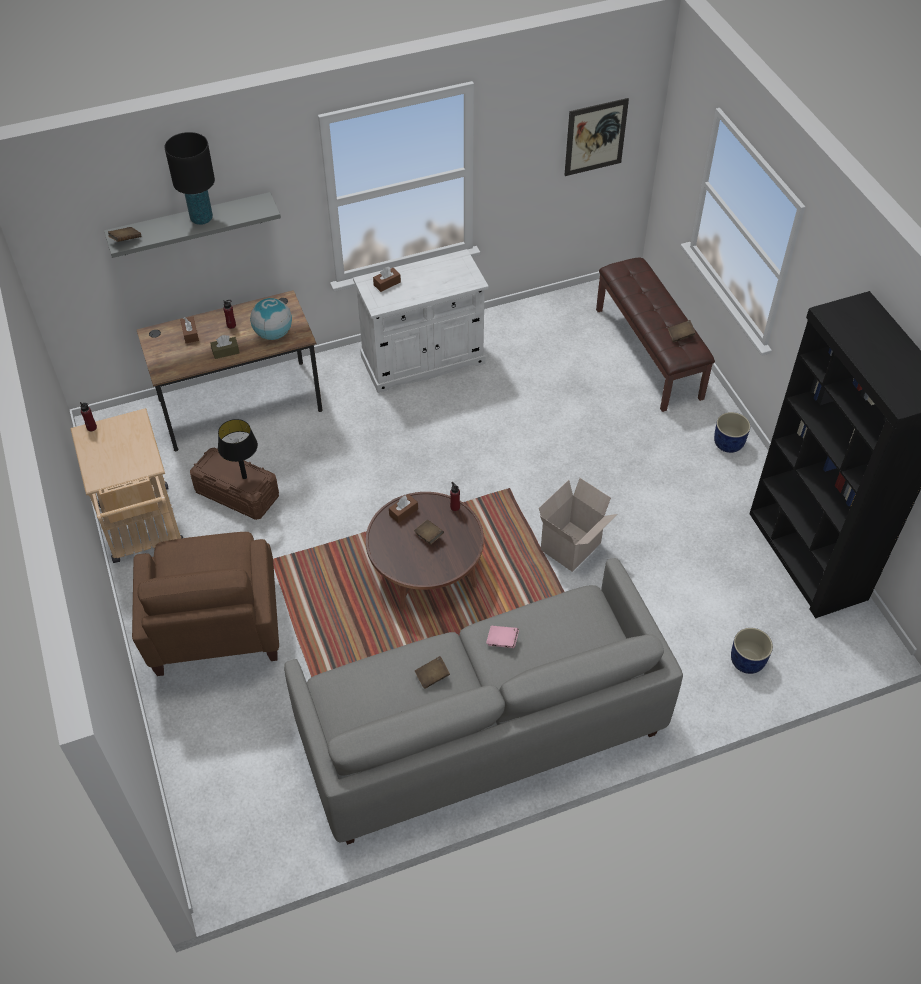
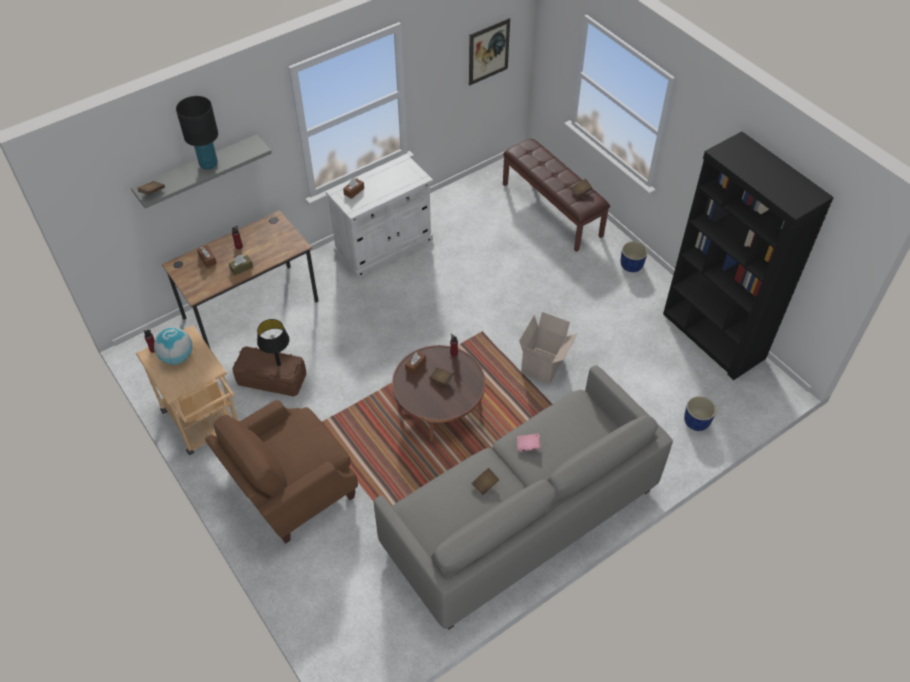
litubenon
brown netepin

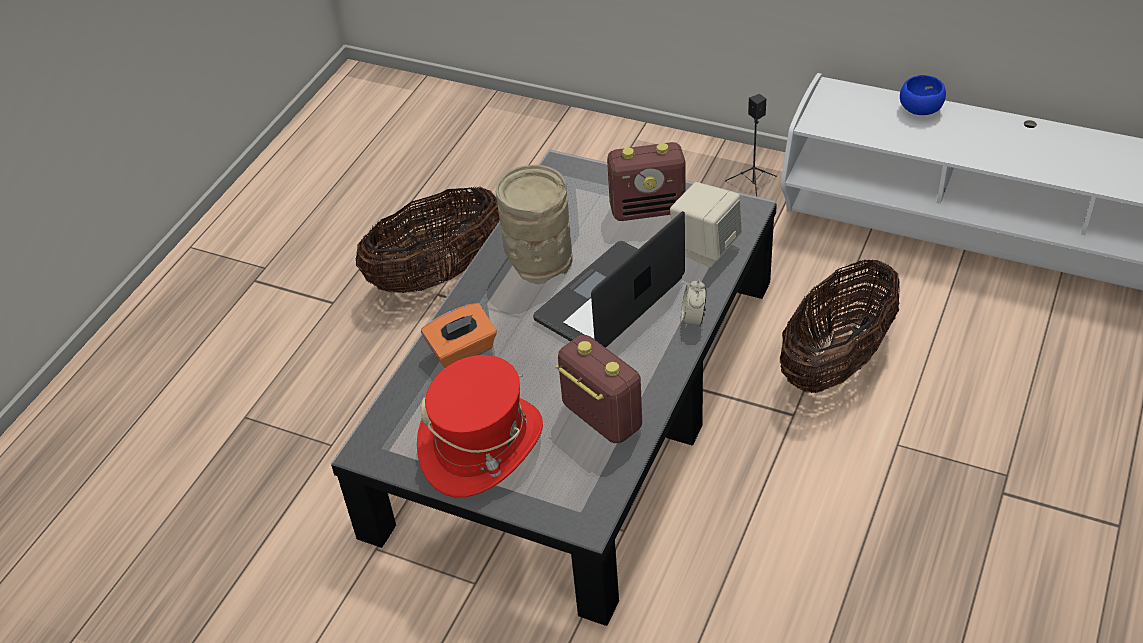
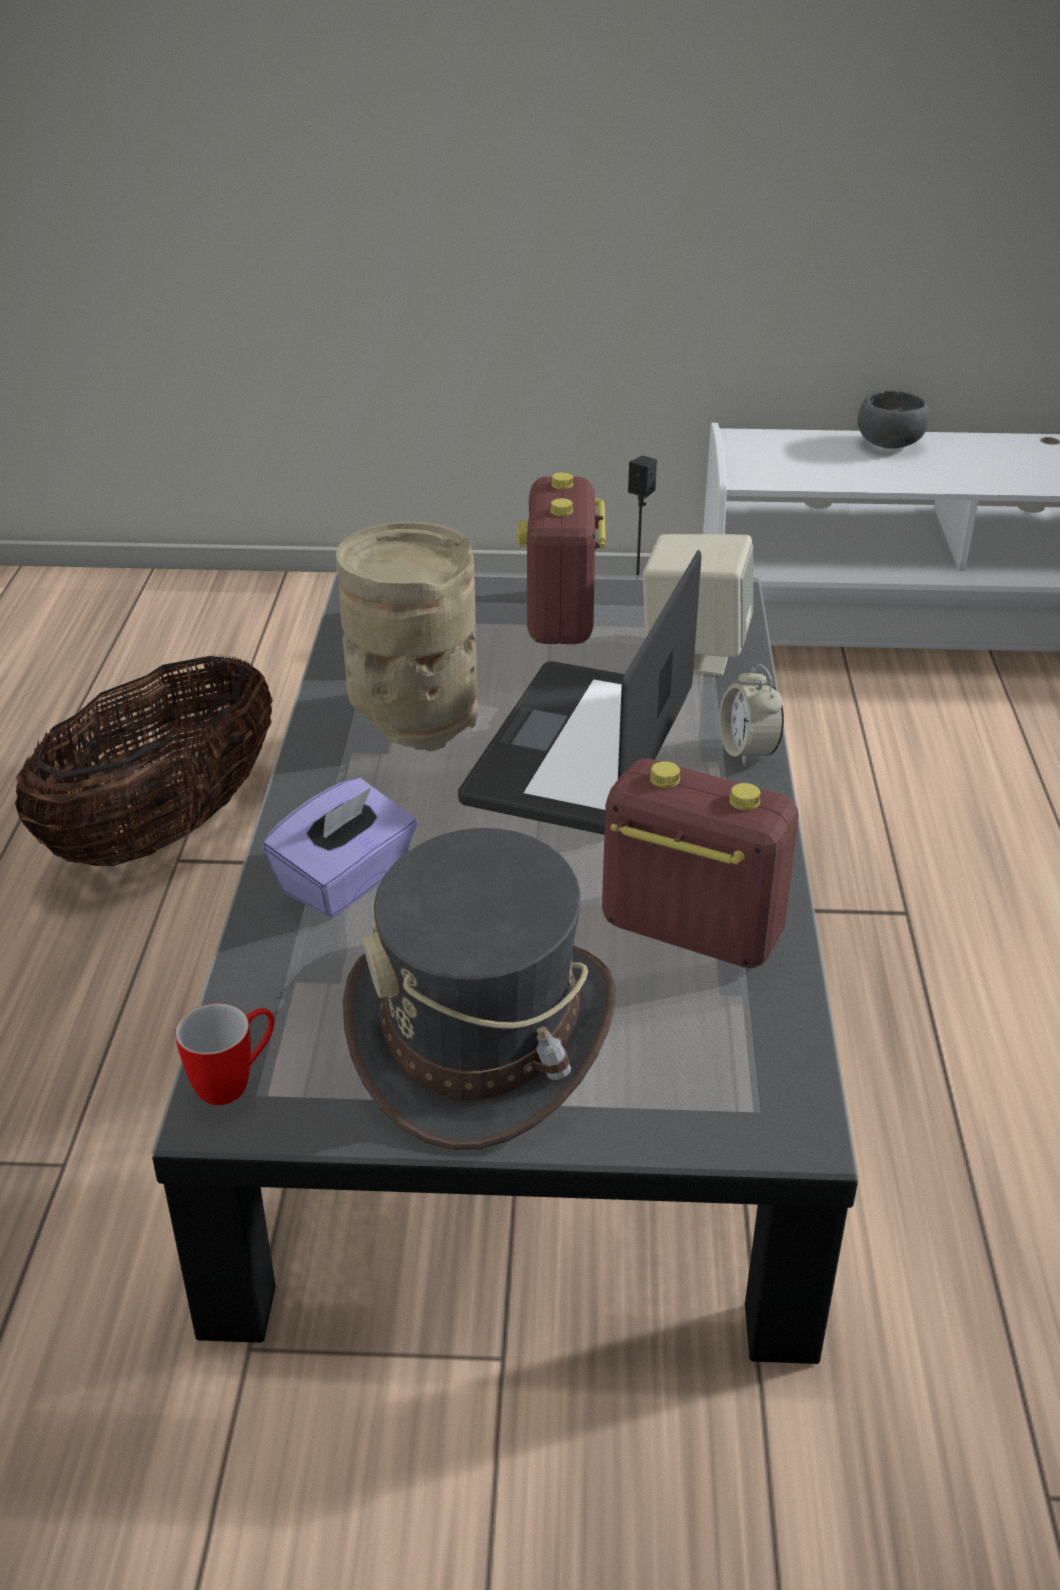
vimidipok (2nd from left in the first image)
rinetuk
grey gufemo
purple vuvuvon
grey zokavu
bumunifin (1st from left)

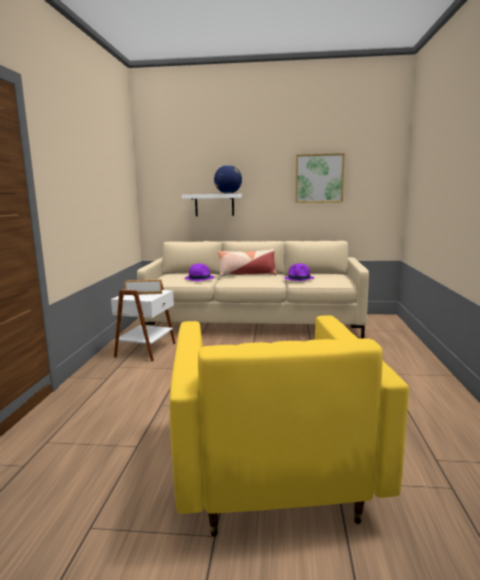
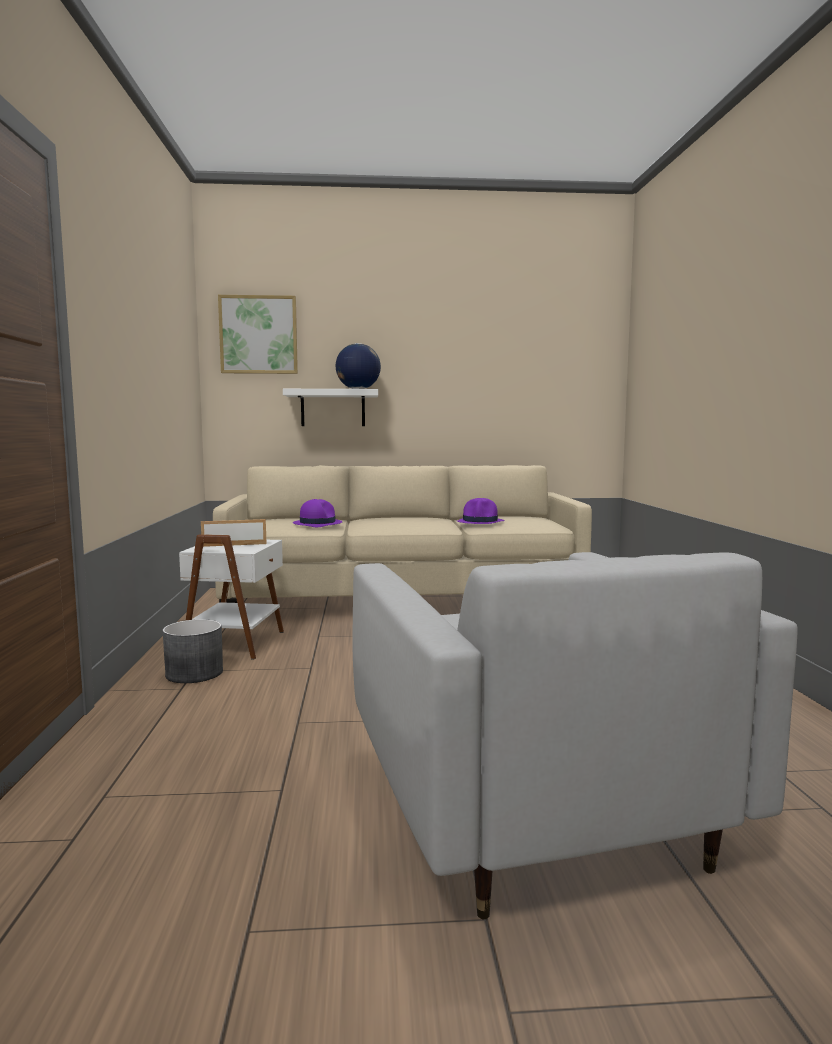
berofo
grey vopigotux
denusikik
white netepin

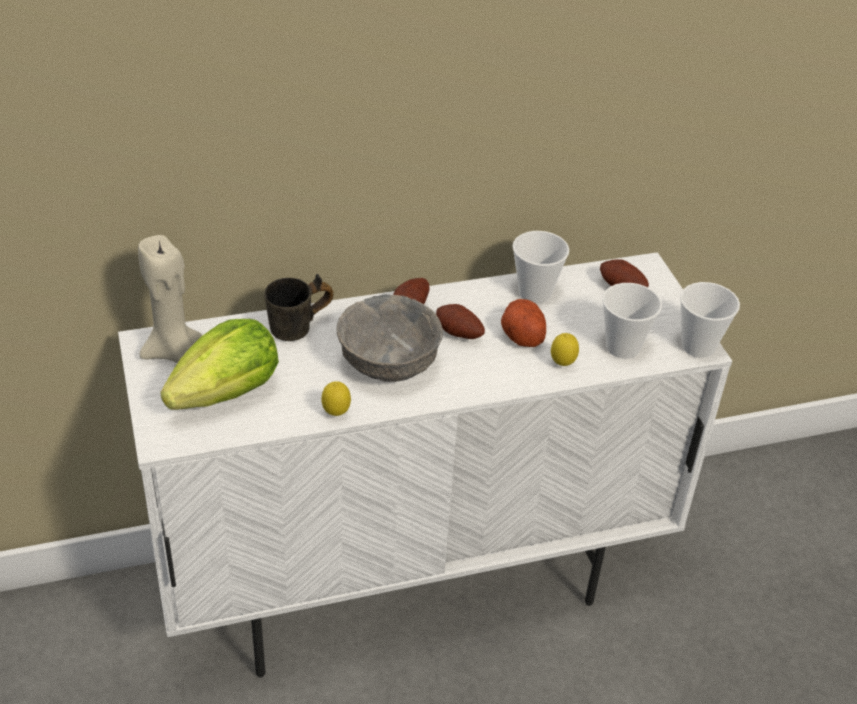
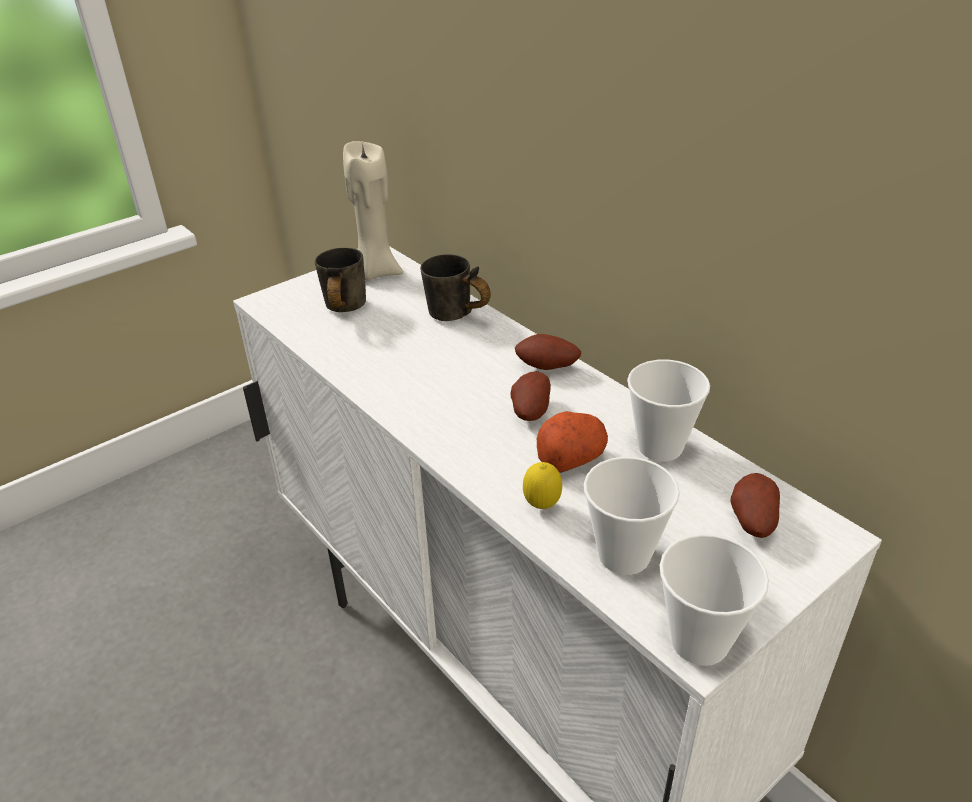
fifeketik (1st from left in the first image)
grey zokavu
grey rinetuk (1st from left)

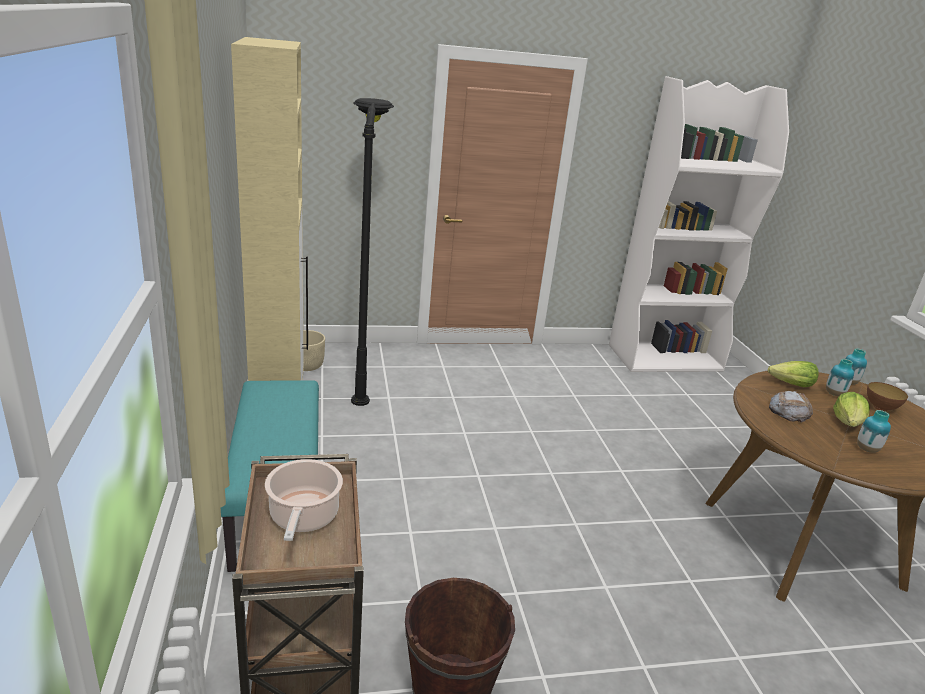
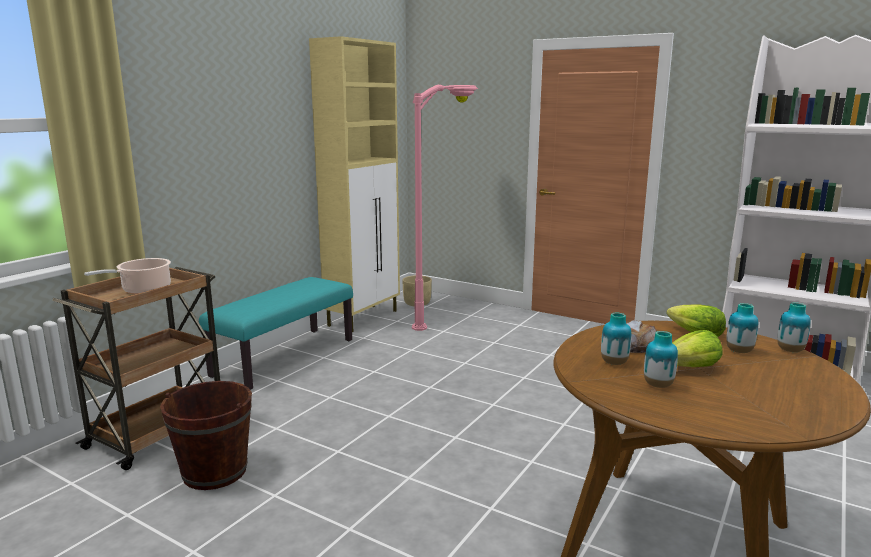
zokavu
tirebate (1st from left)
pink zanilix

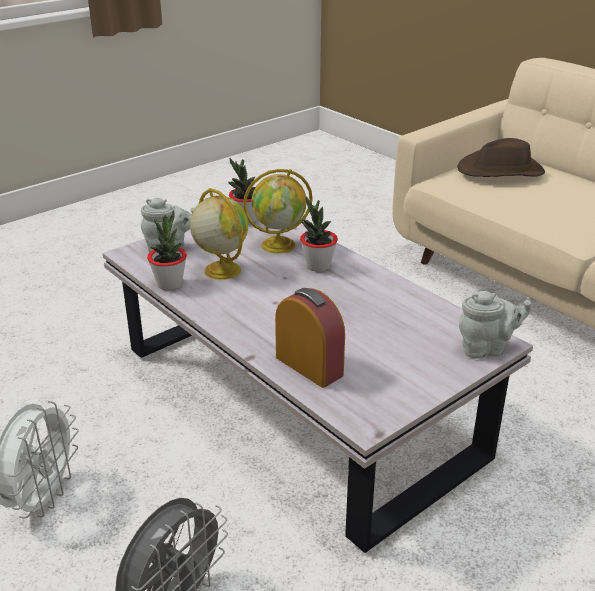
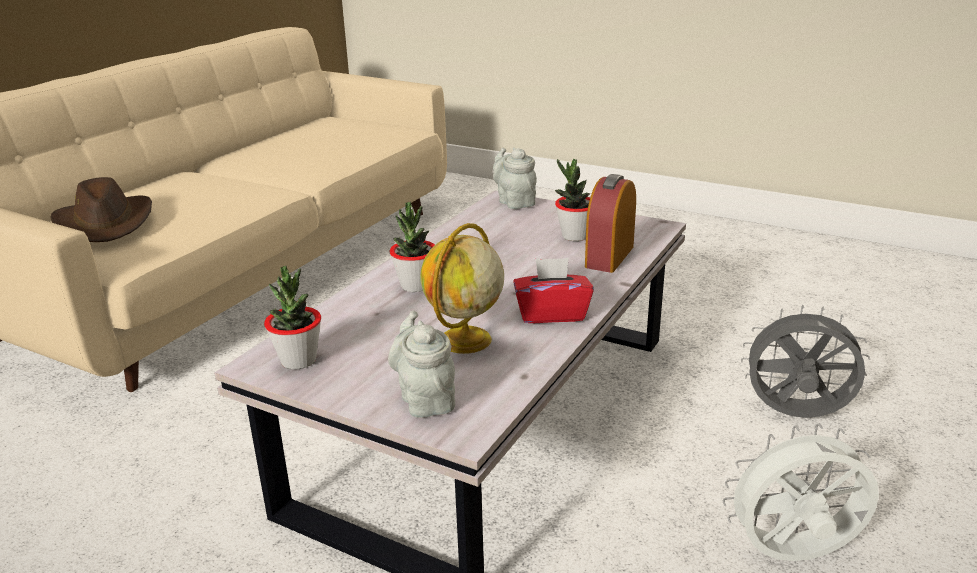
litubenon (2nd from left in the first image)
red vuvuvon
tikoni (3rd from left)

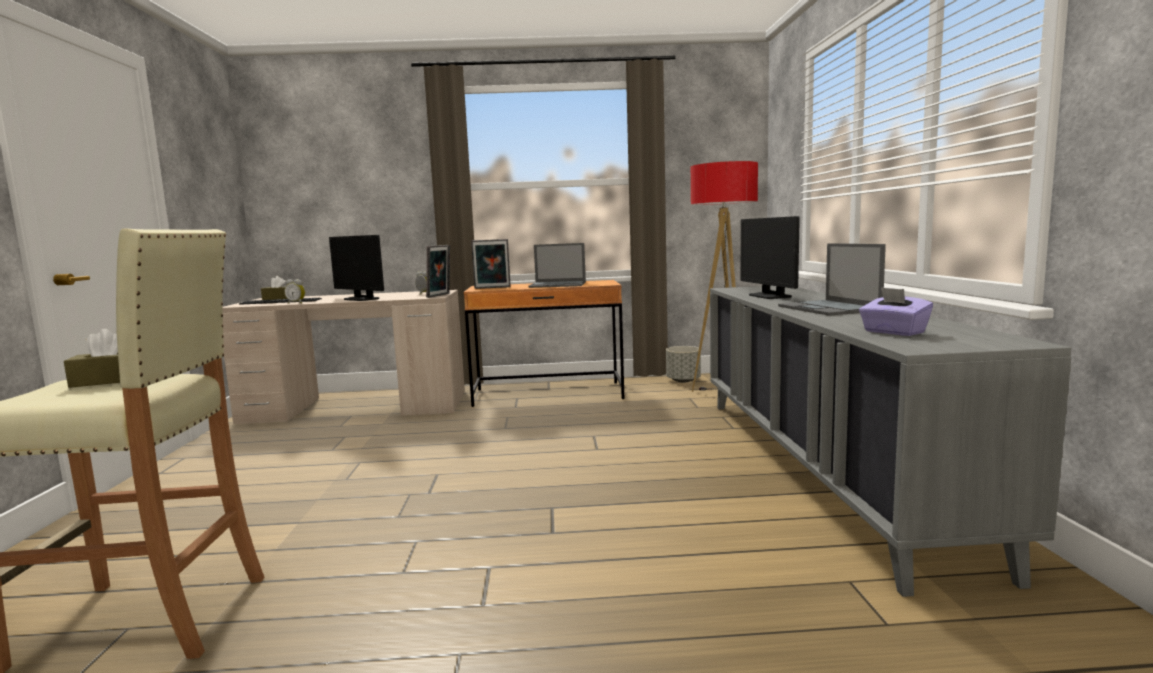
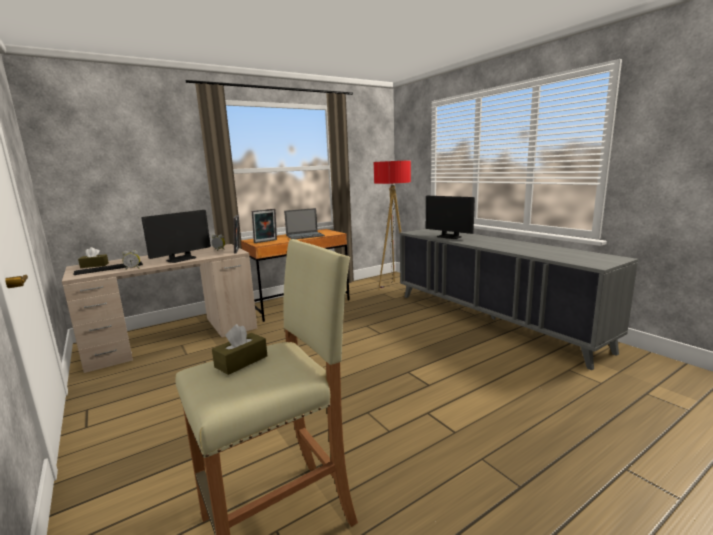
grey vopigotux
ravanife (2nd from left in the first image)
purple vuvuvon
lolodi (1st from left)

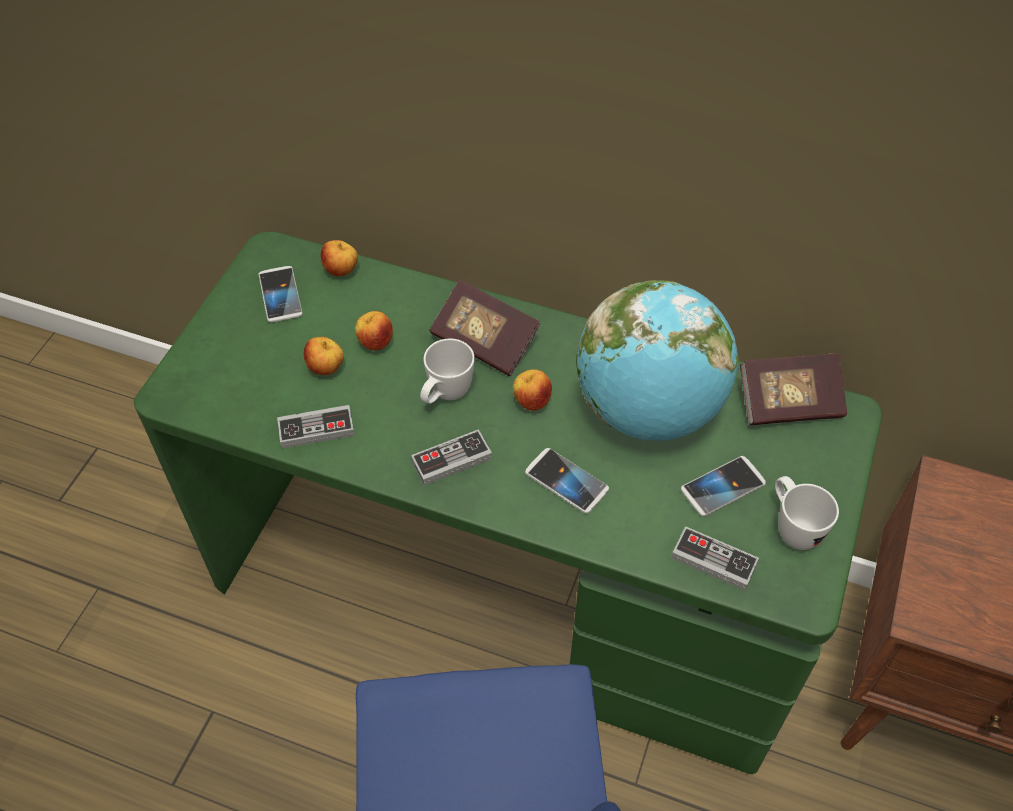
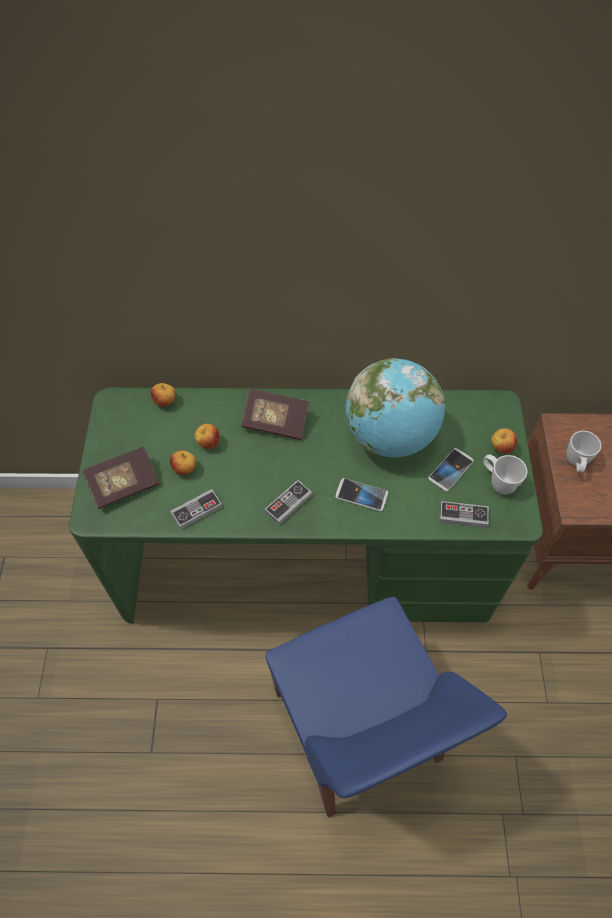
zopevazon (1st from left in the first image)
white rinetuk (2nd from left)
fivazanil (4th from left)
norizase (1st from left)

